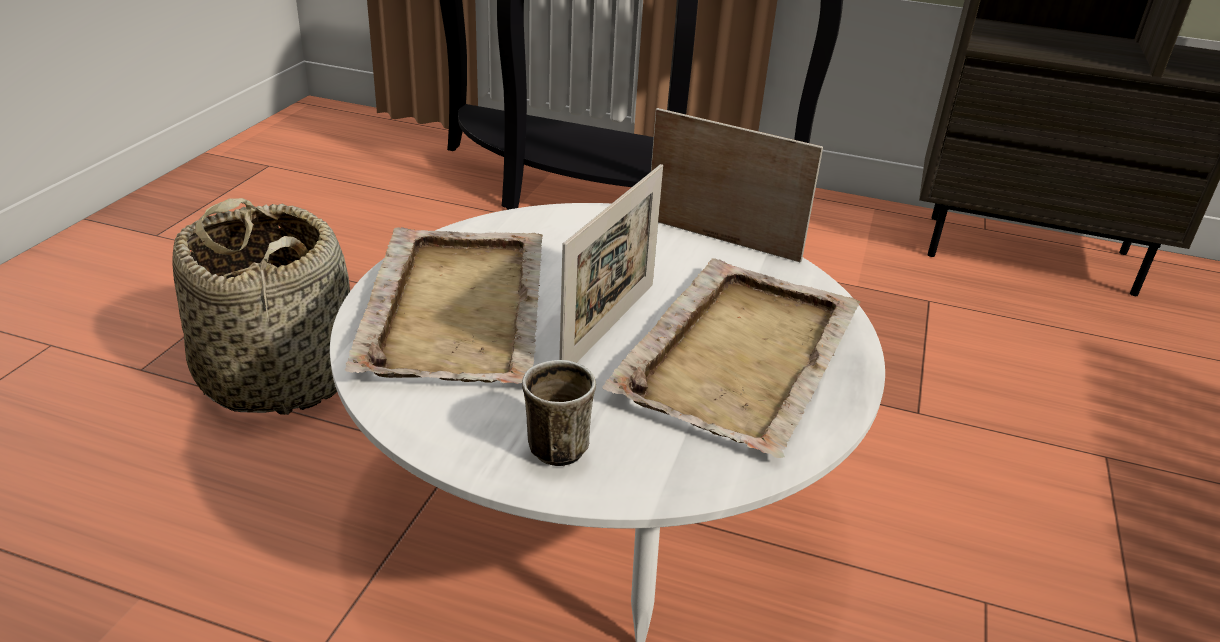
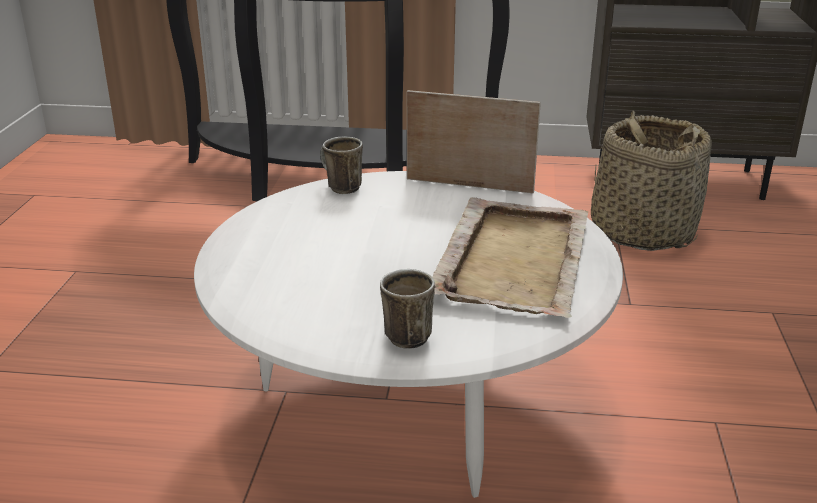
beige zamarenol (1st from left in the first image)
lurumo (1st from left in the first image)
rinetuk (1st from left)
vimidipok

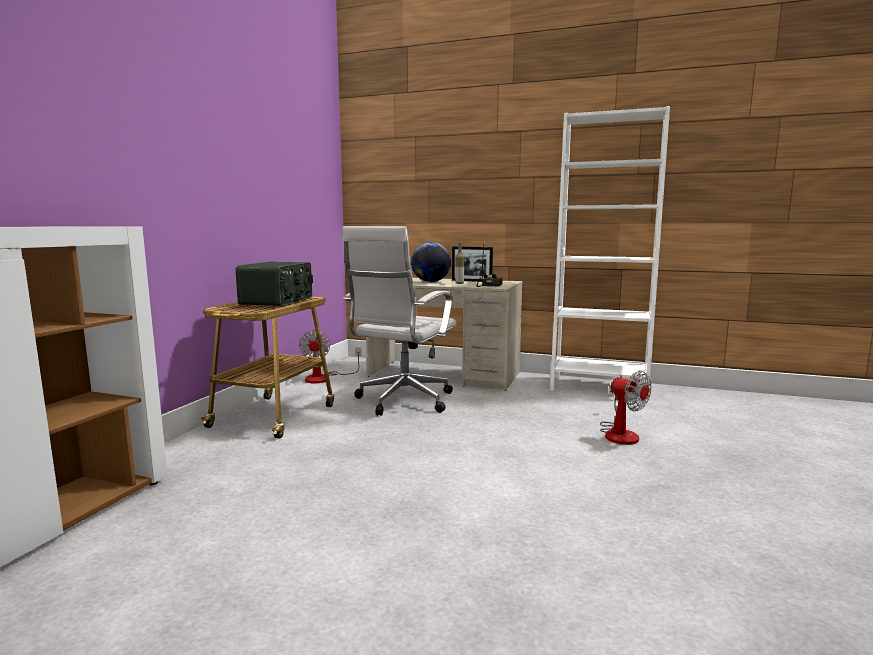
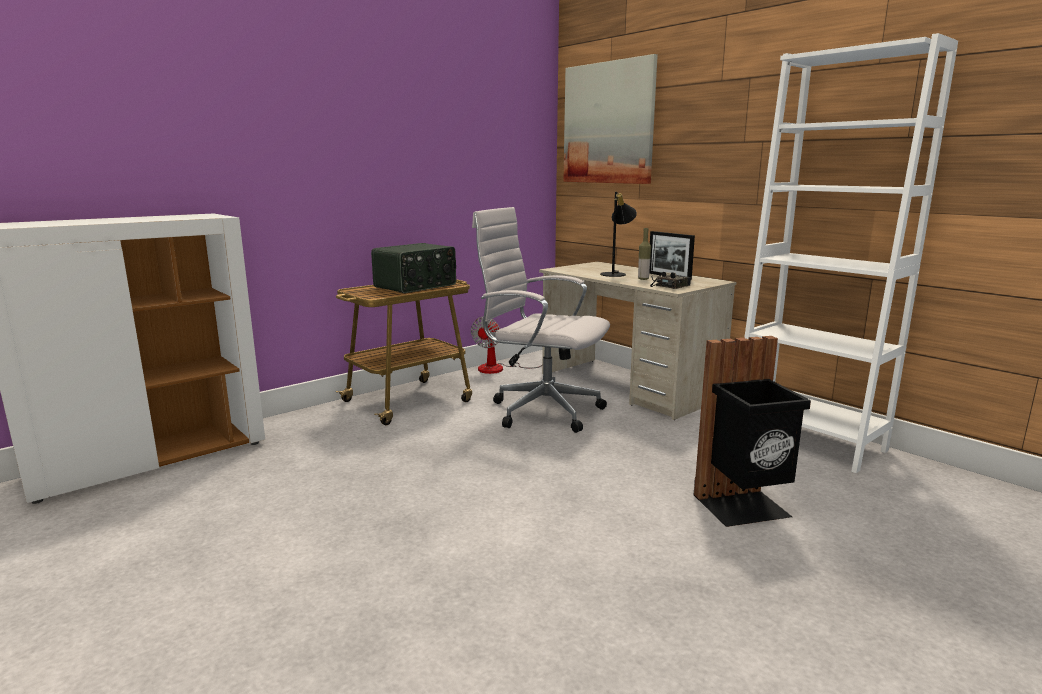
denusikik
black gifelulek
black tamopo
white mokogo

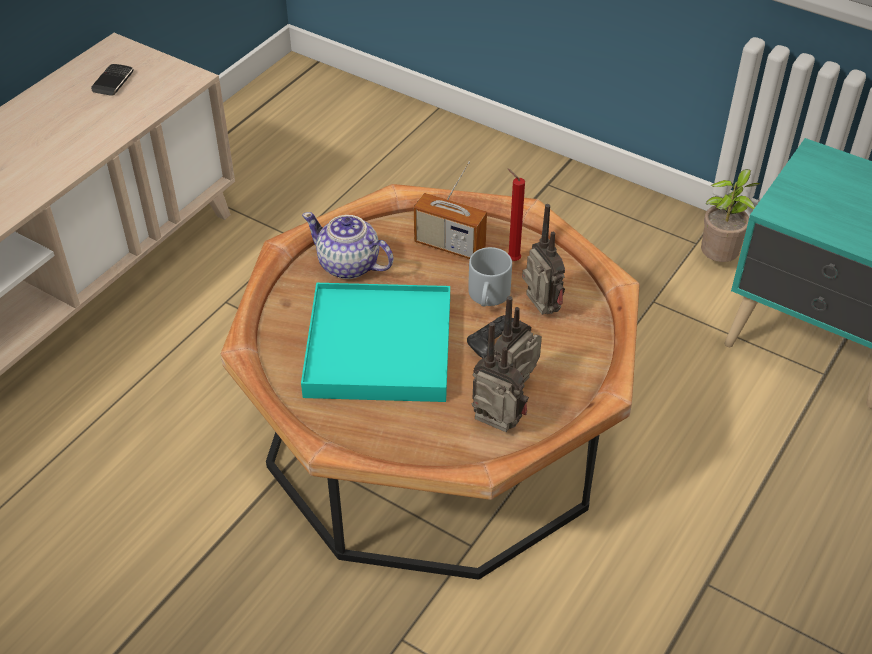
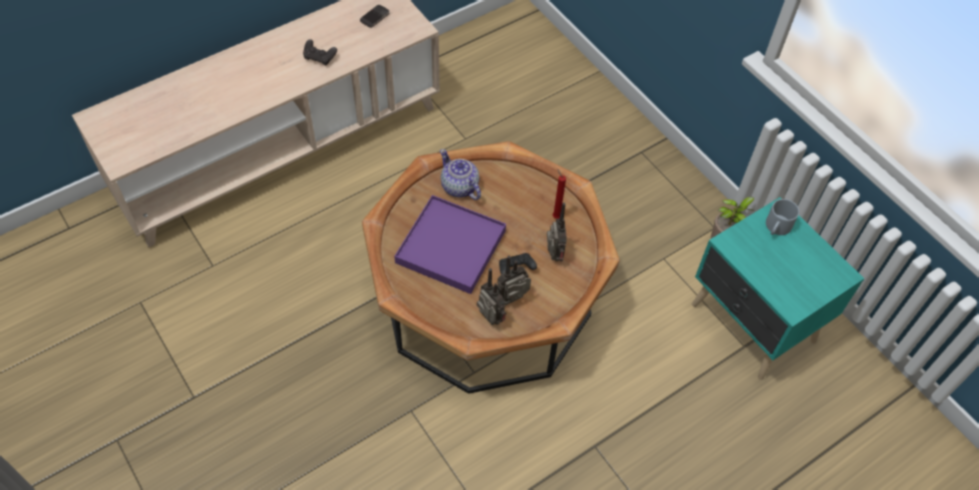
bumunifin (1st from left in the first image)
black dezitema (1st from left)
grey rinetuk
purple zamarenol

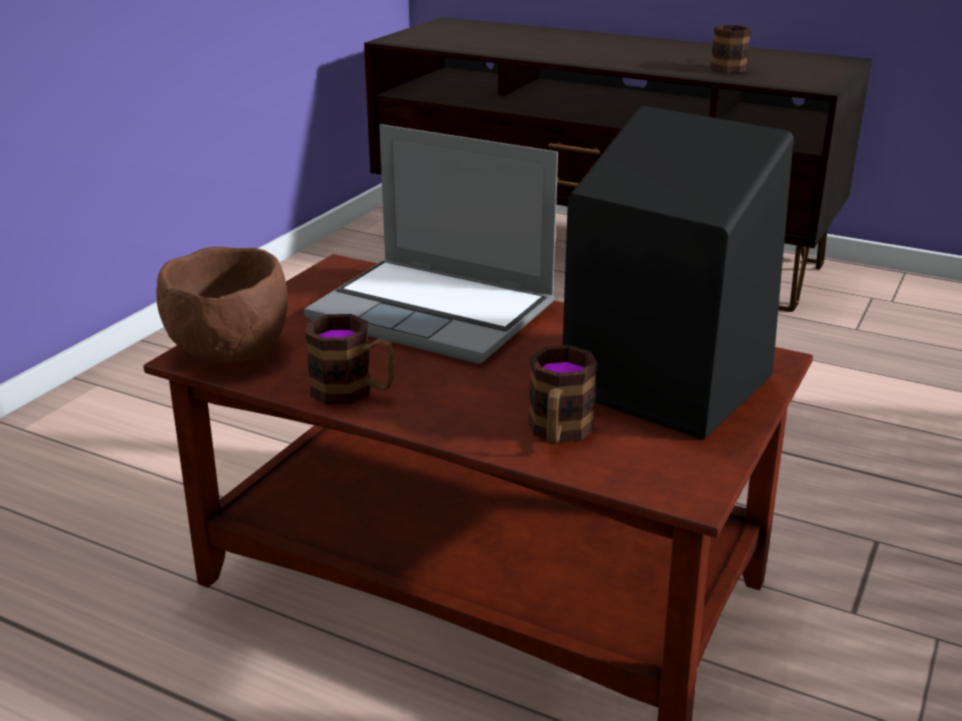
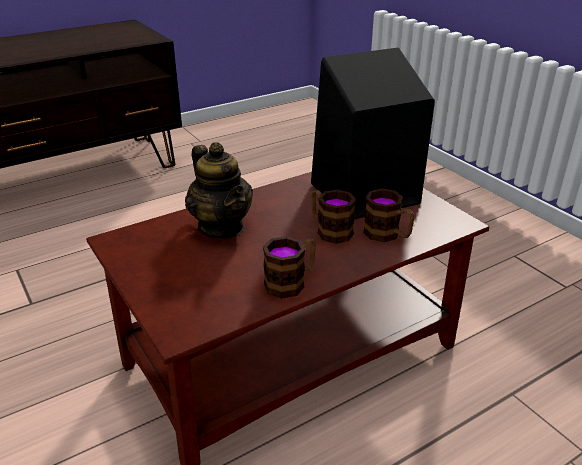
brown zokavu
rinetuk (2nd from left)
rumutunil

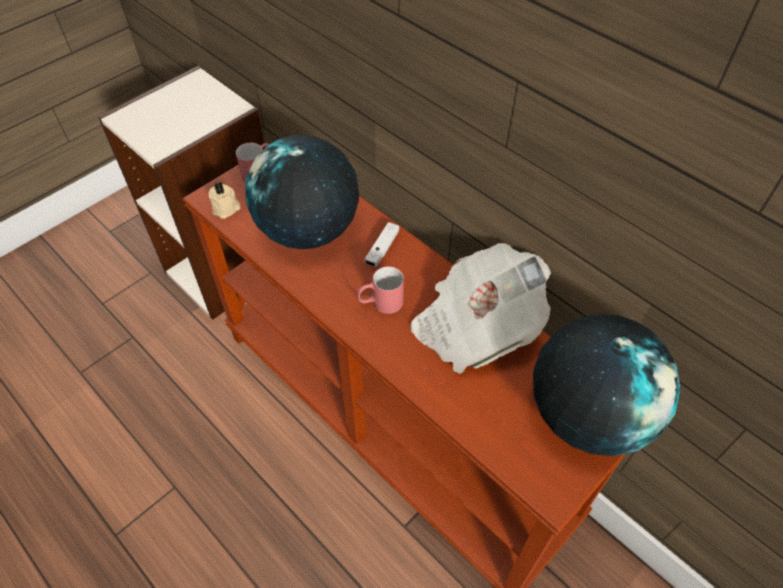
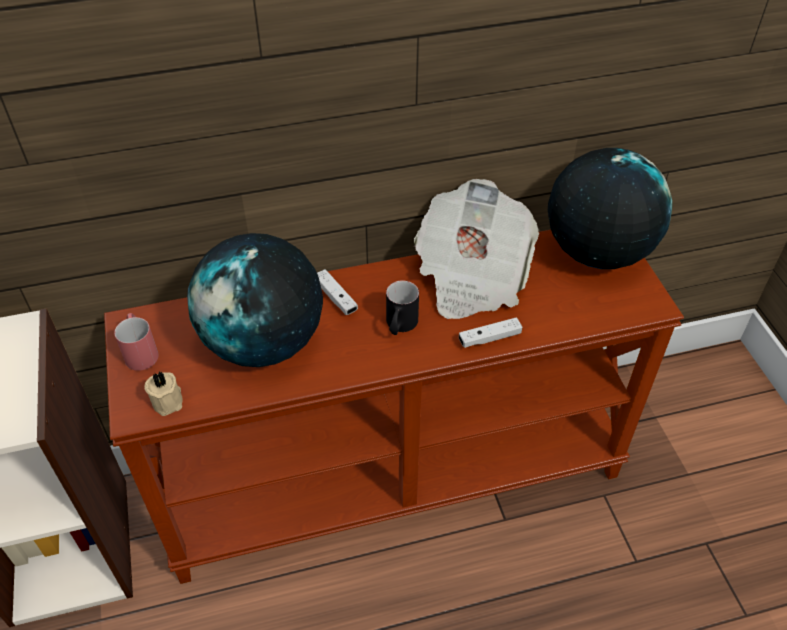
white dezitema (2nd from left)
black rinetuk

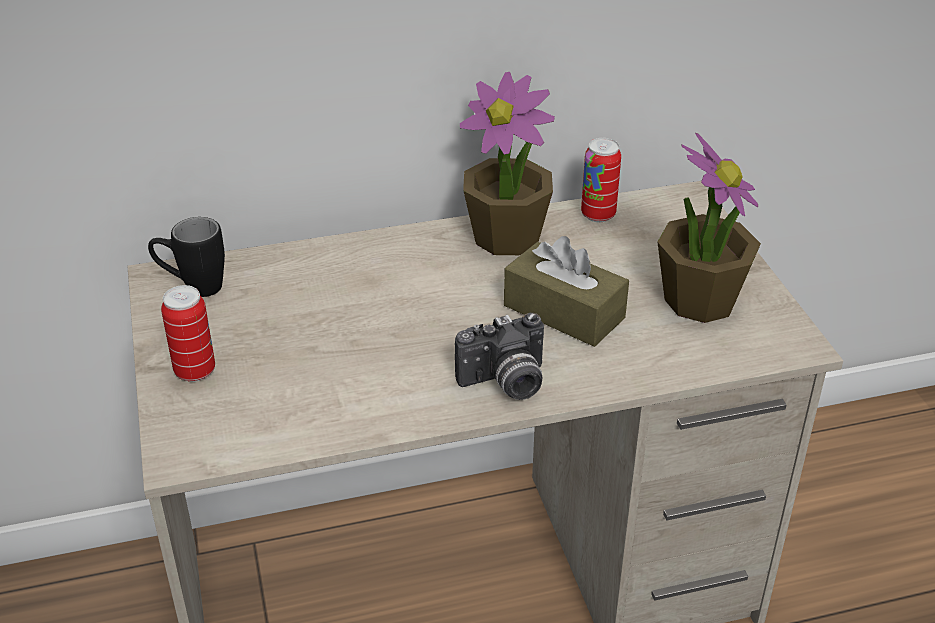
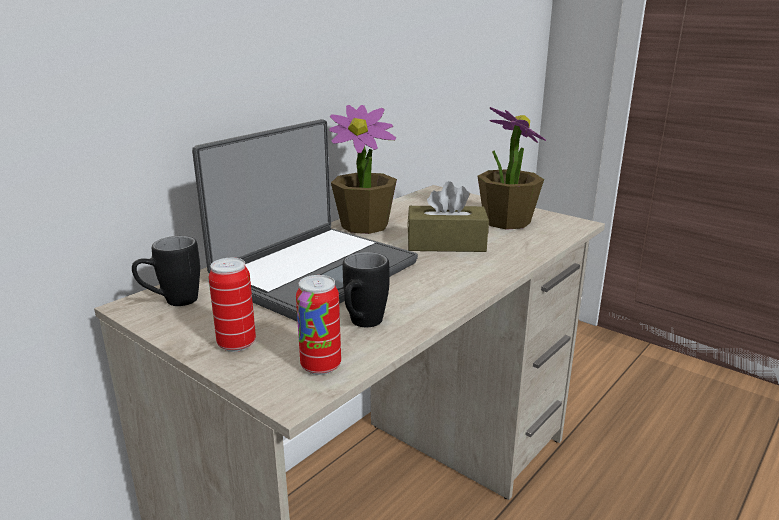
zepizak
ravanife
black rinetuk (2nd from left)
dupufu (2nd from left)

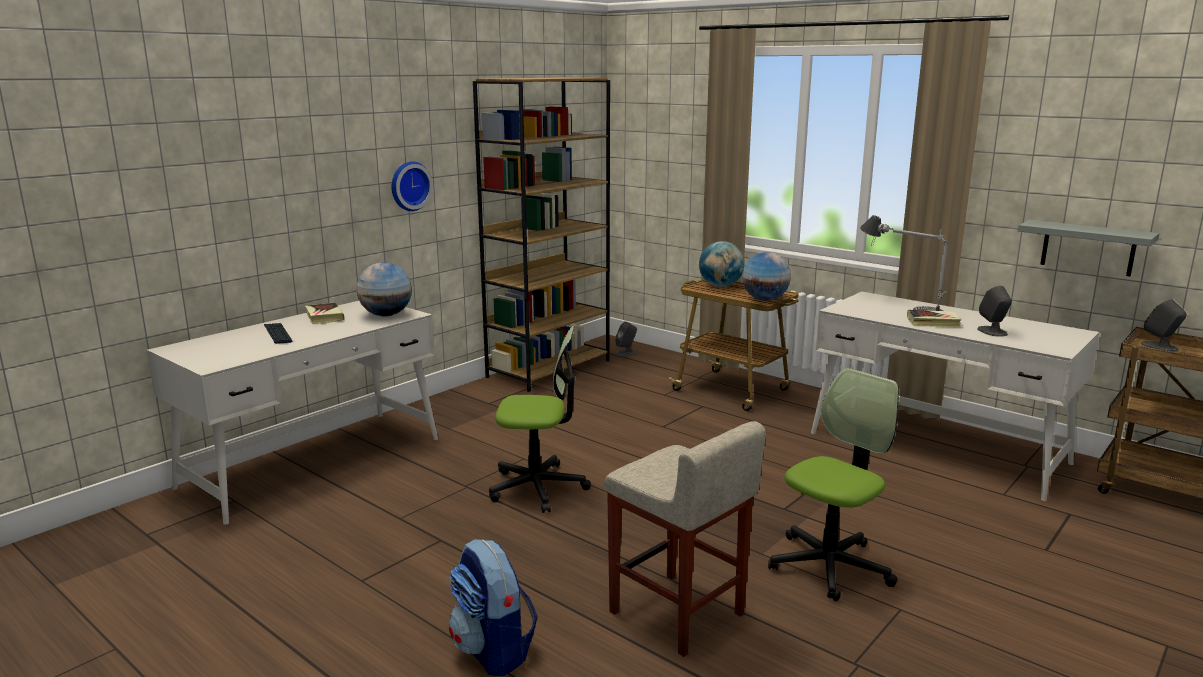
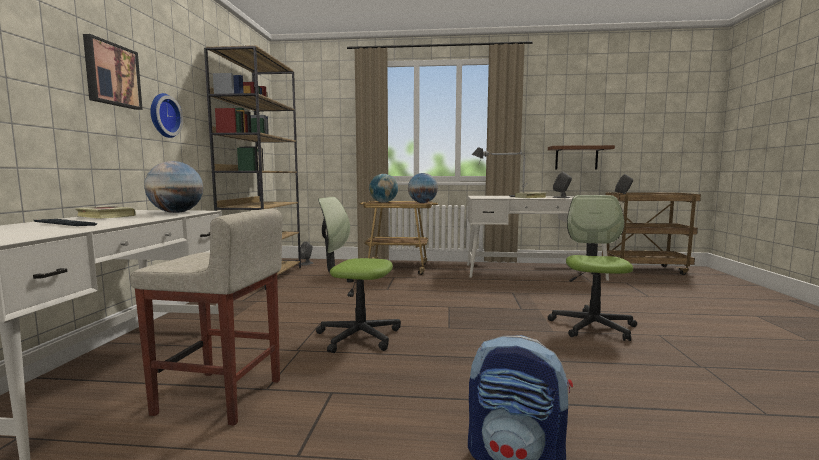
denusikik
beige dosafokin
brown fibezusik
mokogo (1st from left)

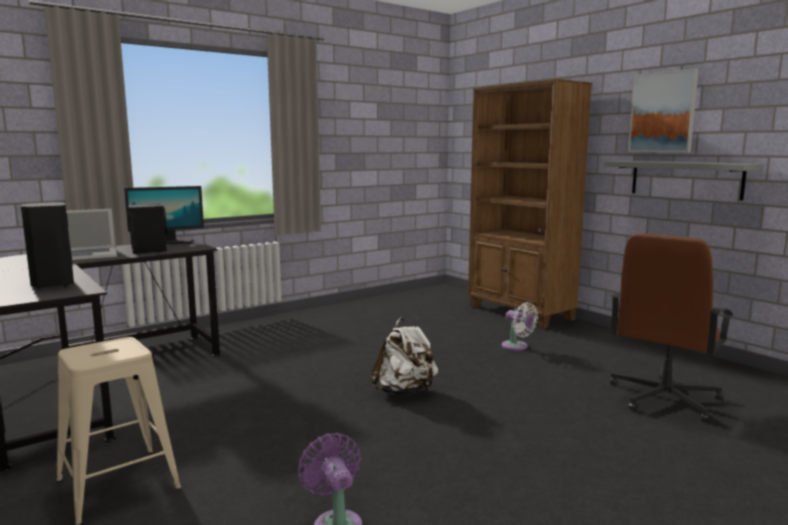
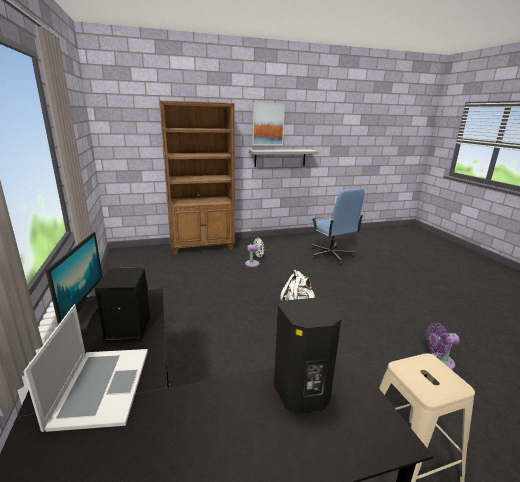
blue mokogo

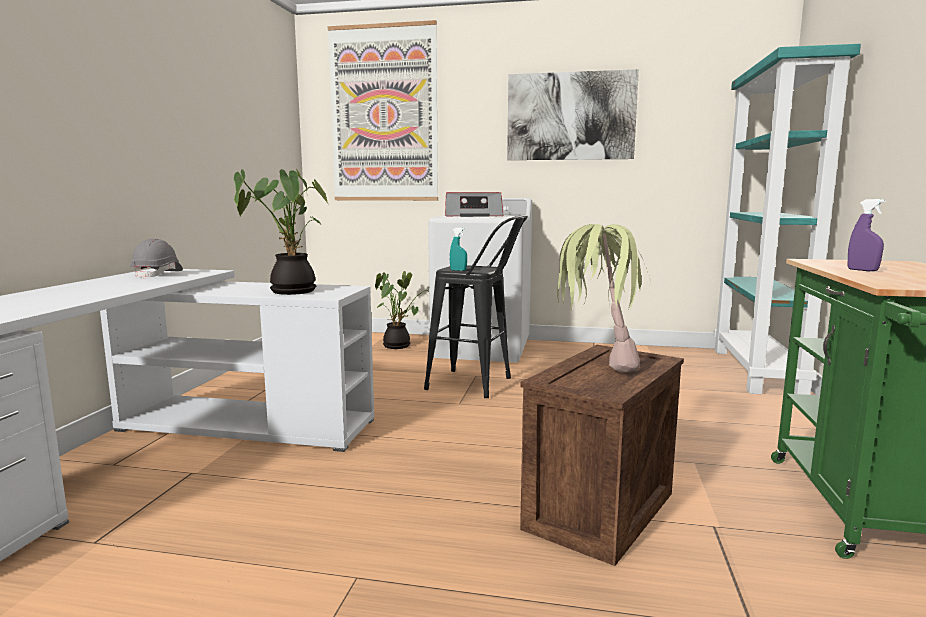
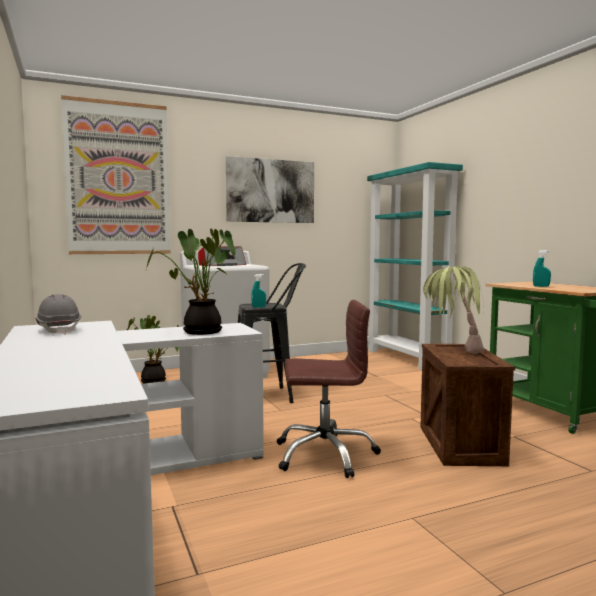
brown mokogo
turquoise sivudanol (2nd from left)

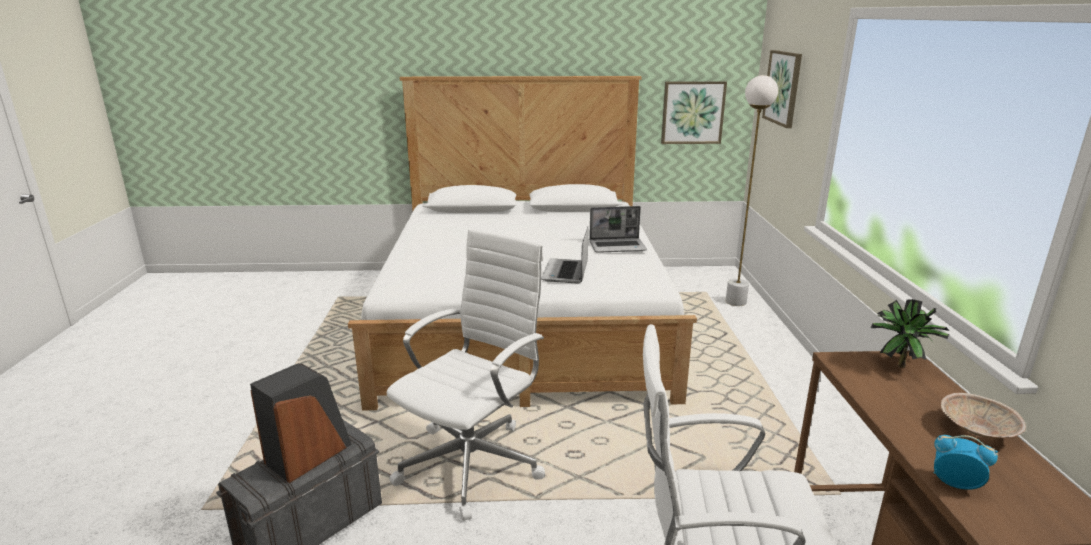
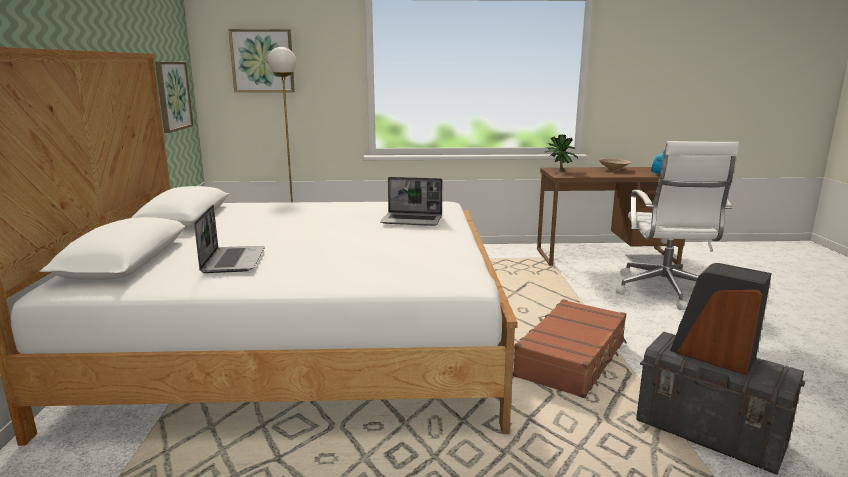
ravanife (1st from left)
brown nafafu

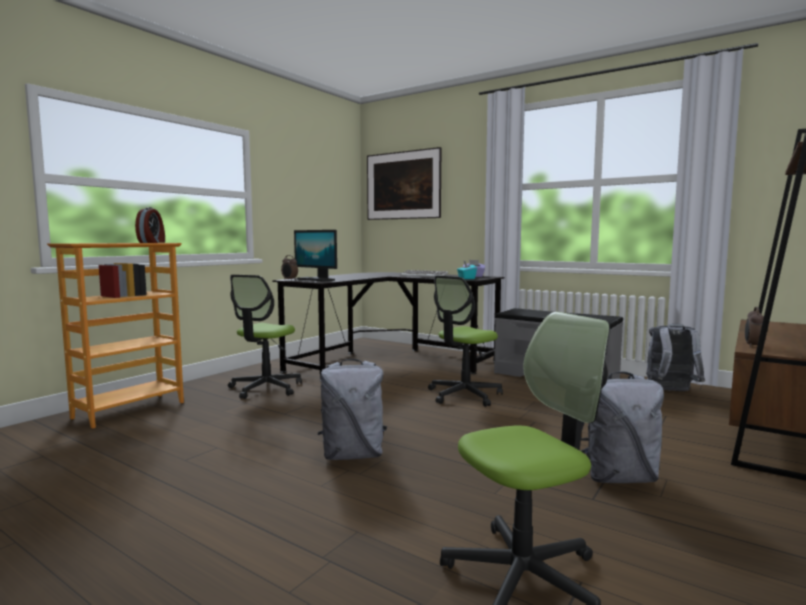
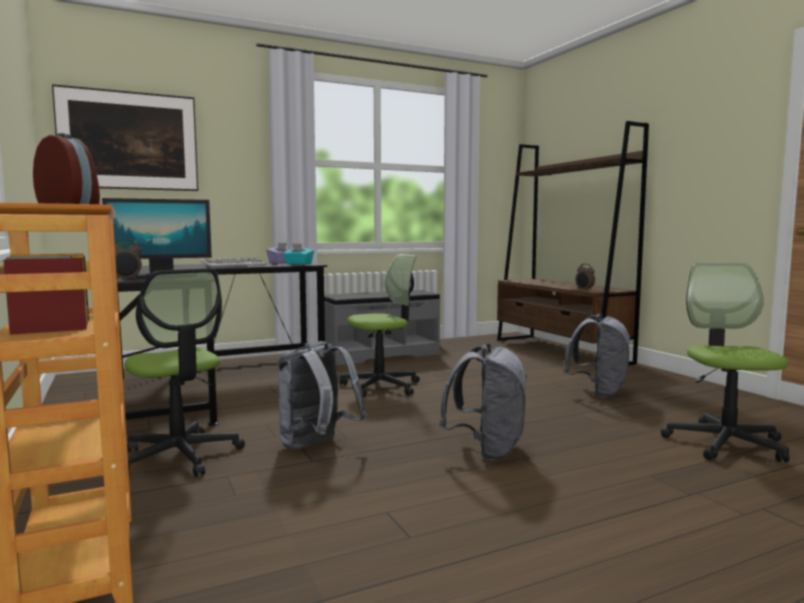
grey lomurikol (1st from left)
mokogo (2nd from left)

